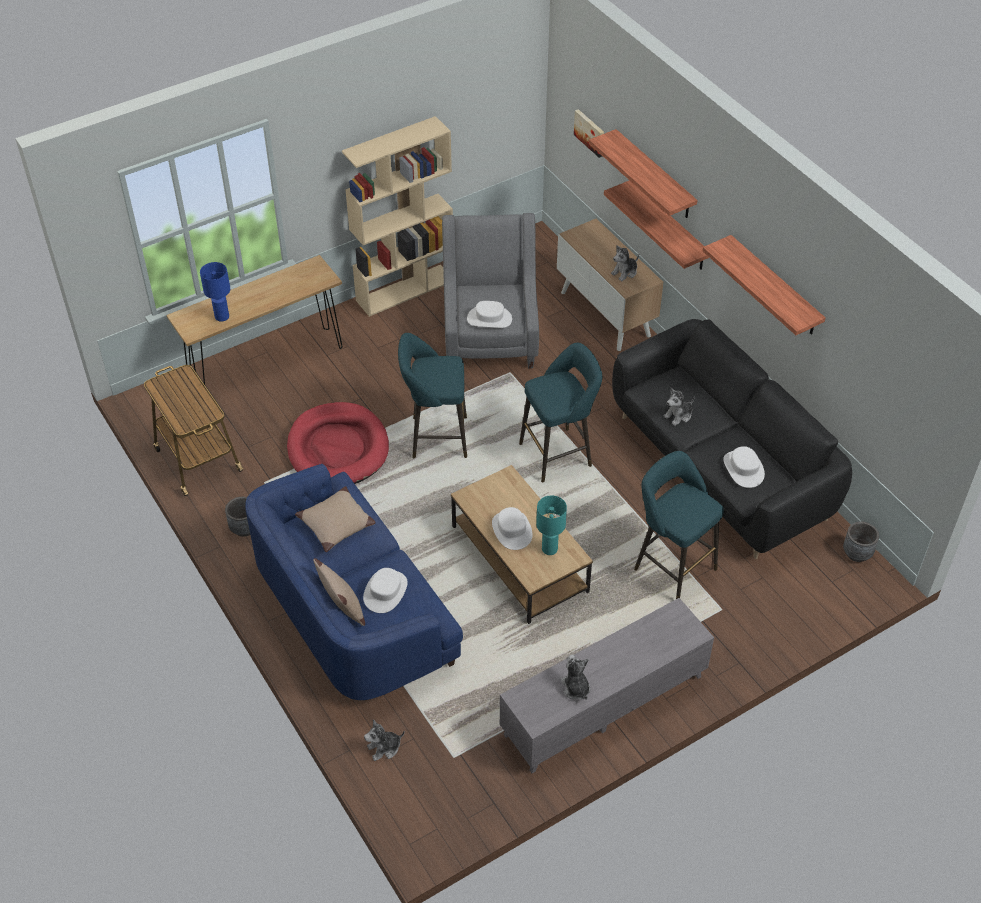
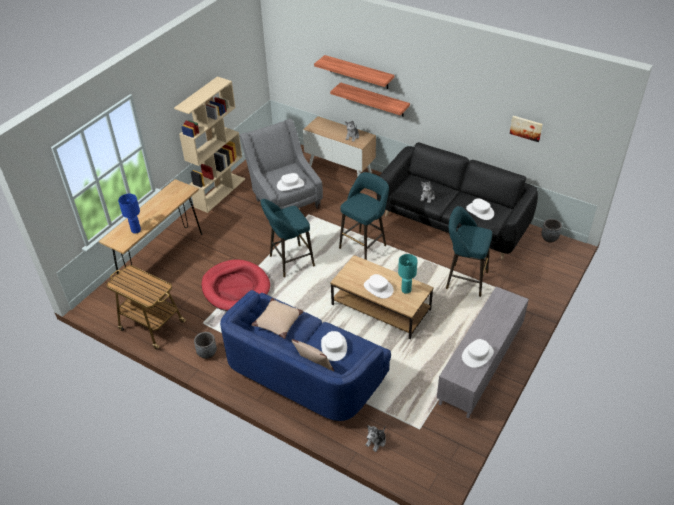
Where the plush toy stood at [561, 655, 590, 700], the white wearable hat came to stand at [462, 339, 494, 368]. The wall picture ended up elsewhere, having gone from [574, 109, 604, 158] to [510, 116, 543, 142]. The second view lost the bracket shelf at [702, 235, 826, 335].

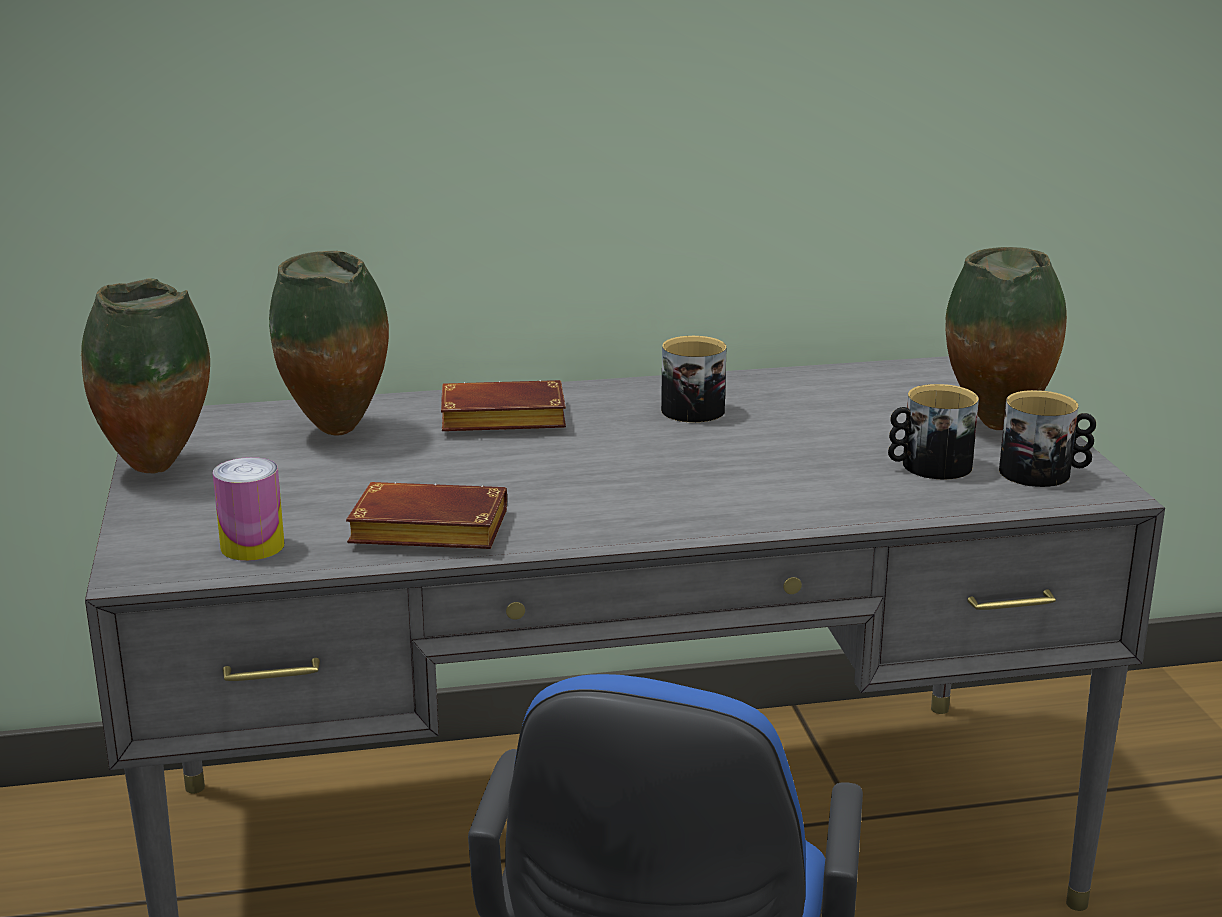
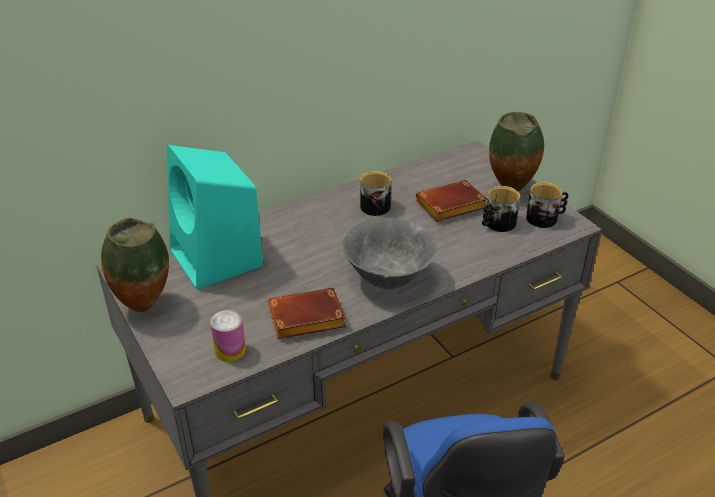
Where the flower vase stood at [269, 251, 389, 436], the turquoise-coloured speaker came to stand at [167, 145, 263, 290]. The brownish book ended up elsewhere, having gone from [441, 380, 566, 431] to [416, 180, 487, 222]. The second view gained the gray serving bowl at [341, 218, 437, 289].

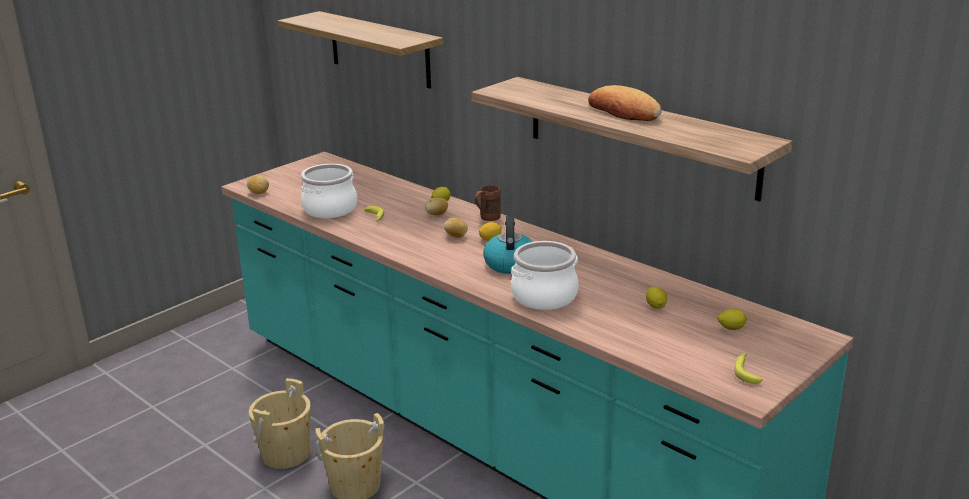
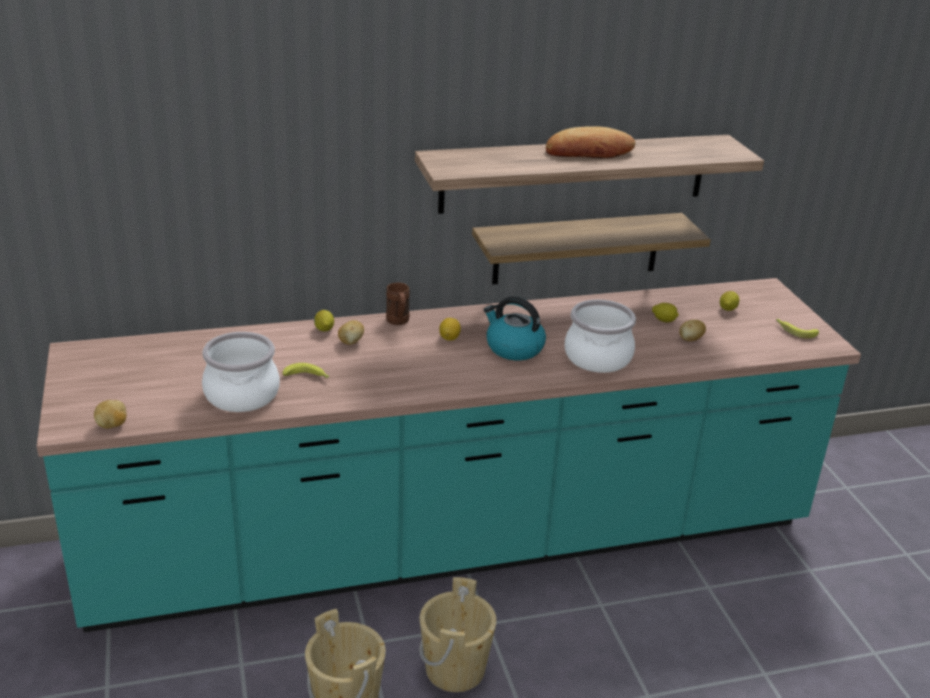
The bracket shelf ended up elsewhere, having gone from [277, 11, 443, 89] to [472, 213, 711, 284]. The whole potato ended up elsewhere, having gone from [444, 218, 468, 238] to [679, 320, 706, 341].

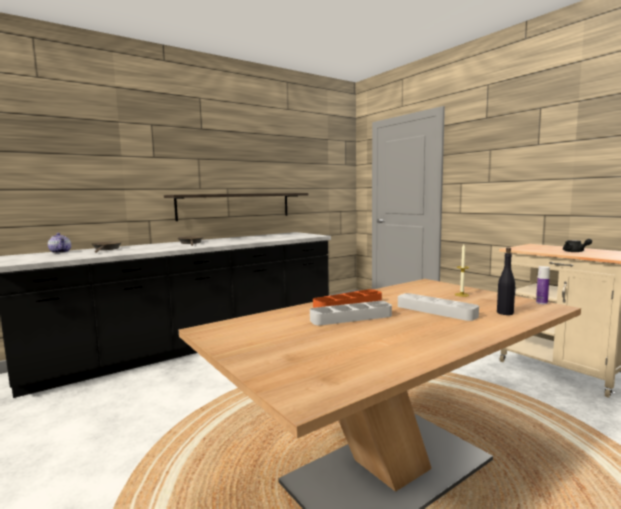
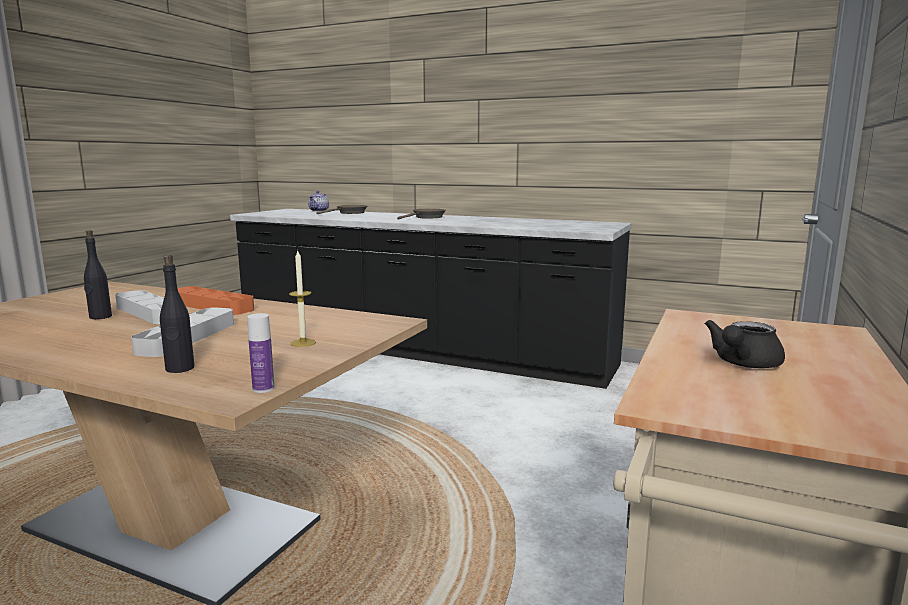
The second view lost the bracket shelf at [164, 193, 308, 221]. The second view gained the blackish drink bottle at [84, 230, 112, 319].

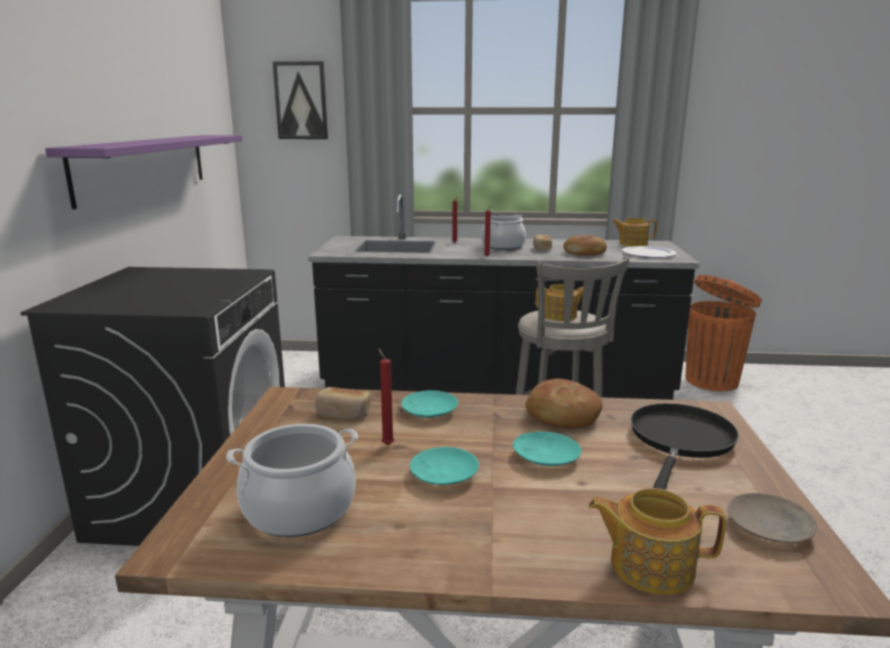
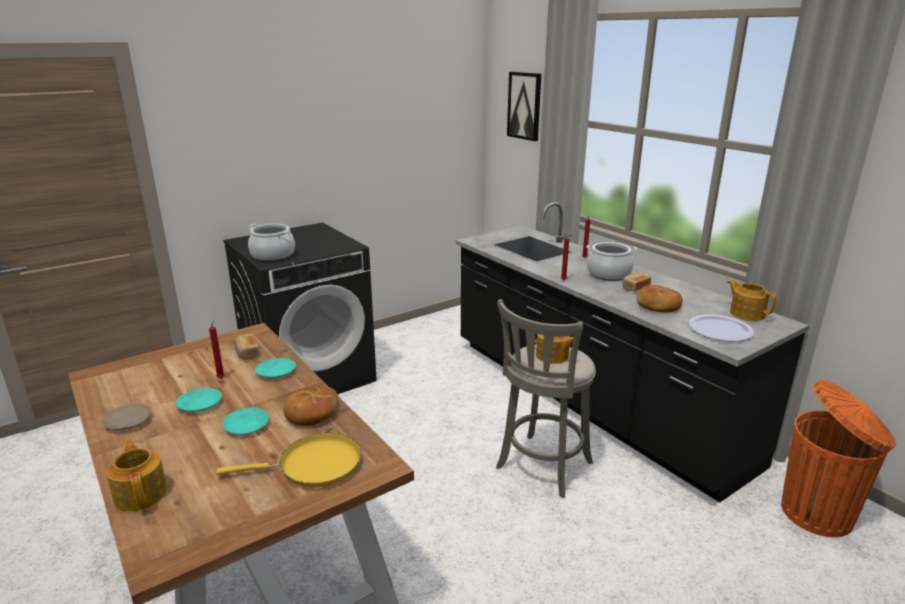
The second view lost the purplish bracket shelf at [45, 135, 242, 209]. The cooking pot ended up elsewhere, having gone from [226, 424, 358, 537] to [248, 224, 295, 261]. What was the blackish frying pan at [631, 403, 739, 490] turned into the yellowish frying pan at [216, 433, 361, 488]. The beige flat dish ended up elsewhere, having gone from [727, 493, 817, 543] to [102, 404, 151, 430].

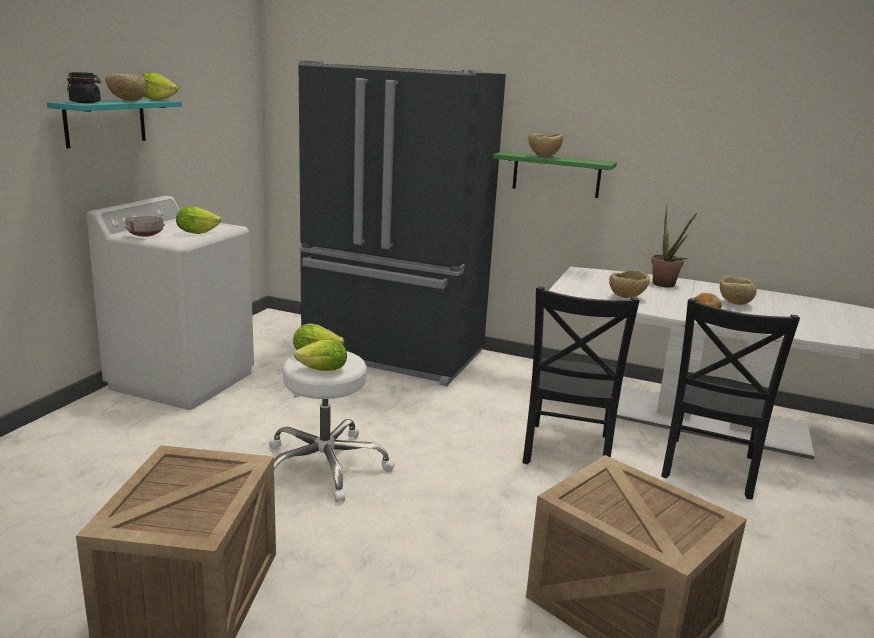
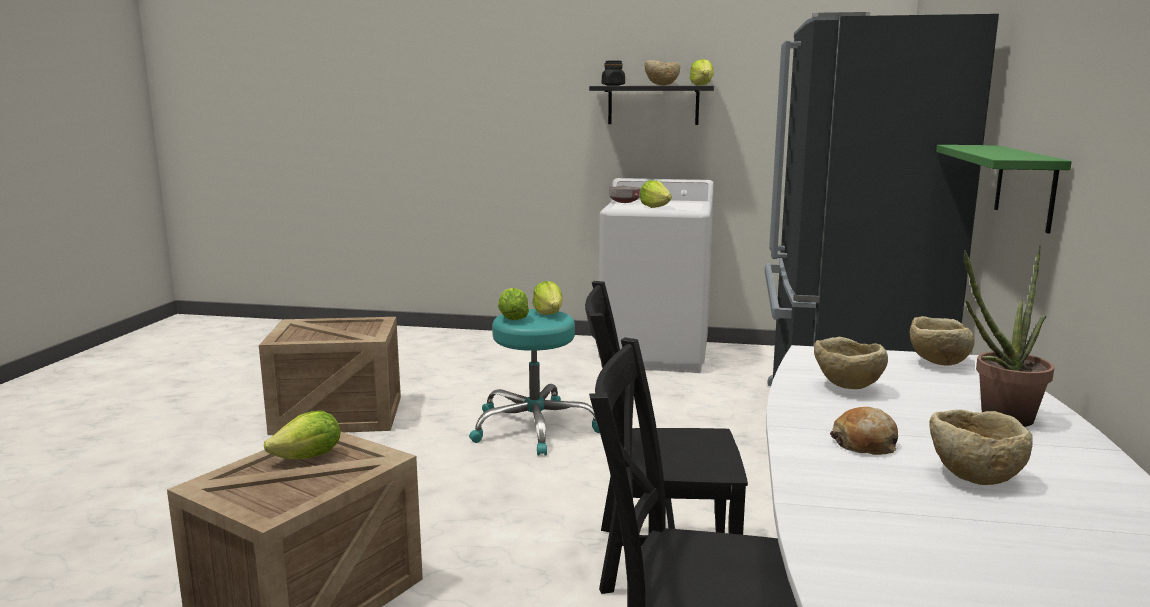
What was the turquoise-coloured bracket shelf at [47, 99, 182, 148] turned into the blackish bracket shelf at [589, 86, 714, 125]. What was the white sitting stool at [269, 351, 395, 502] turned into the turquoise-coloured sitting stool at [469, 309, 600, 456]. The beige serving bowl ended up elsewhere, having gone from [528, 133, 563, 157] to [910, 316, 975, 366]. The second view gained the lettuce at [264, 411, 340, 459].

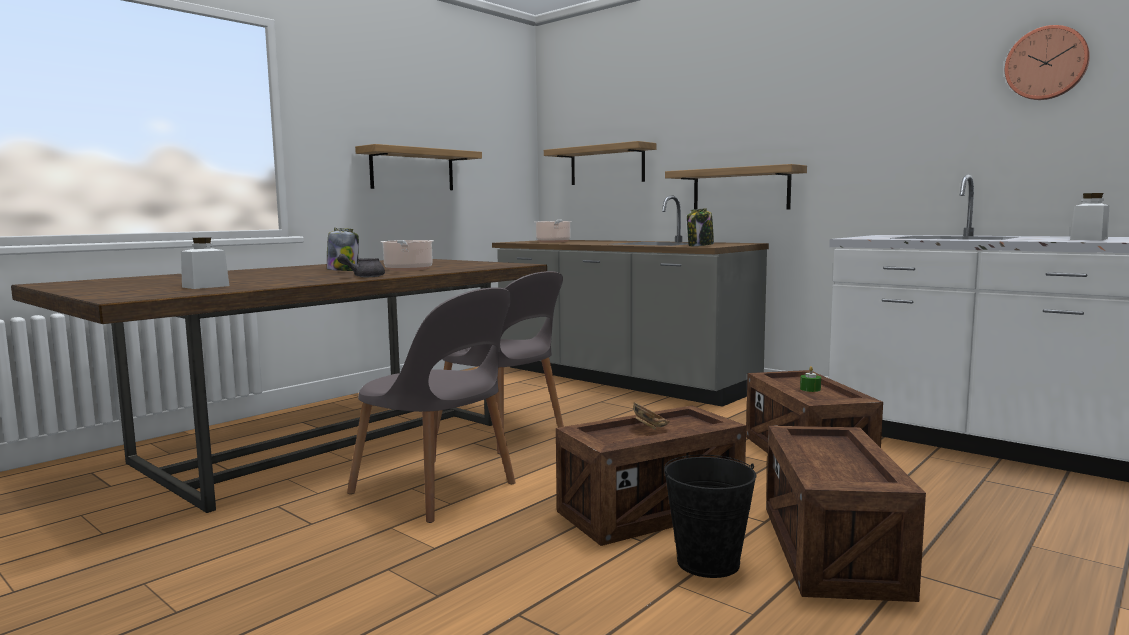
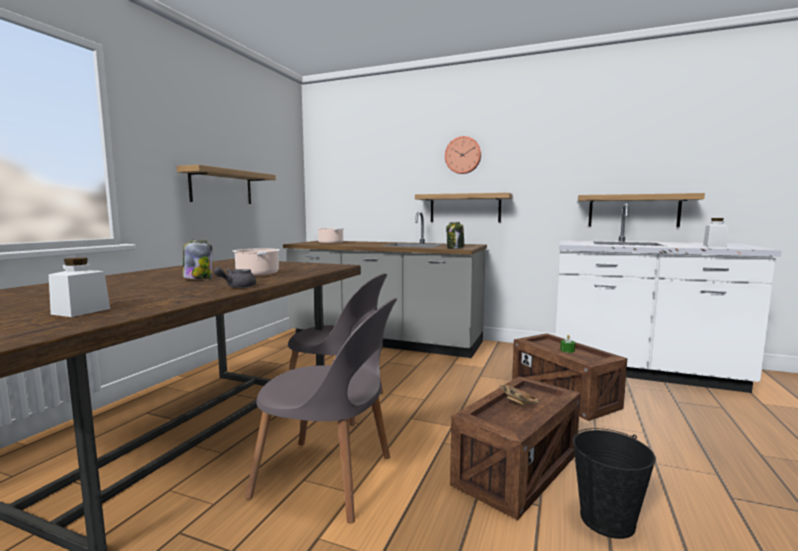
The bracket shelf ended up elsewhere, having gone from [544, 141, 656, 185] to [578, 193, 705, 227]. The second view lost the packing crate at [766, 426, 926, 602]. The wall clock ended up elsewhere, having gone from [1005, 25, 1090, 100] to [445, 136, 481, 174].

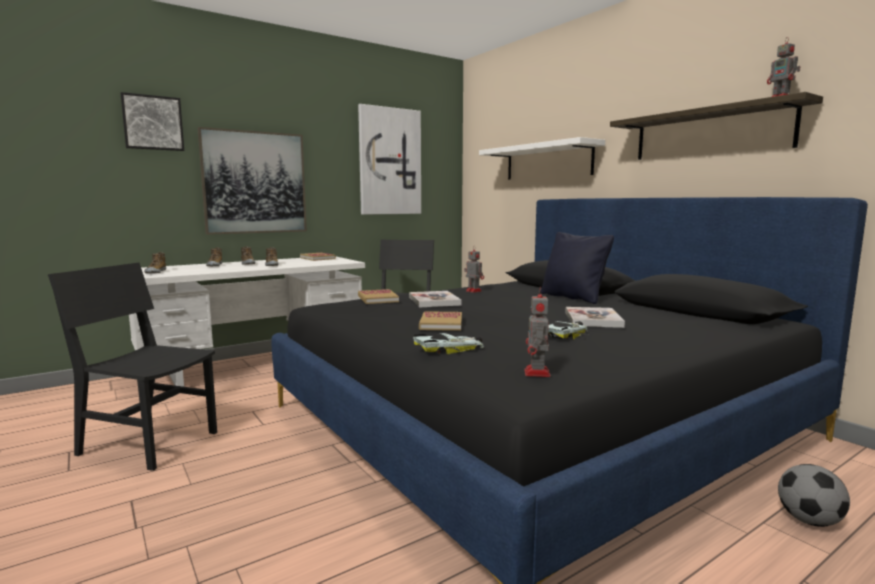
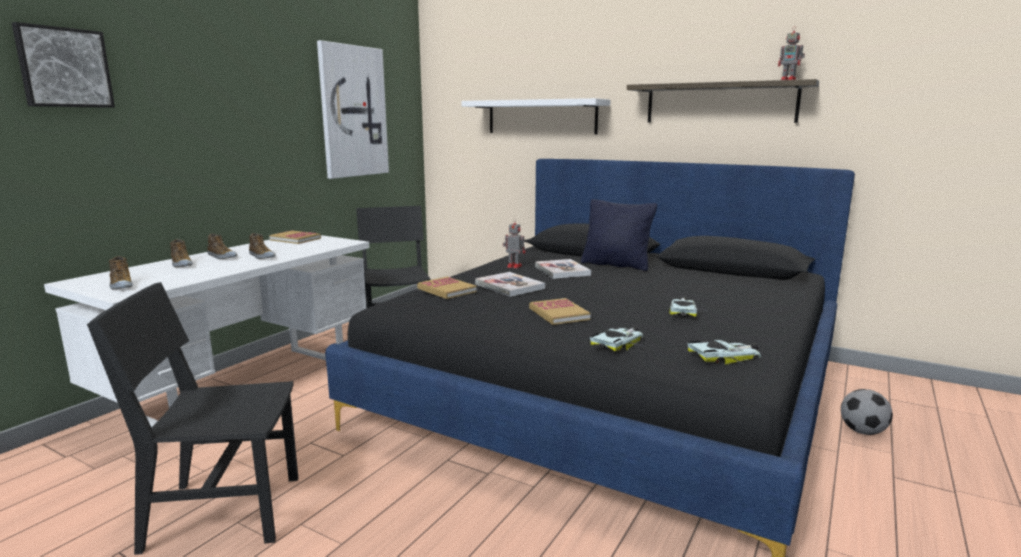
The second view lost the wall picture at [198, 127, 307, 235]. Where the toy robot stood at [524, 287, 551, 377], the model car came to stand at [687, 340, 761, 365]. The book ended up elsewhere, having gone from [565, 307, 625, 328] to [535, 259, 591, 279].

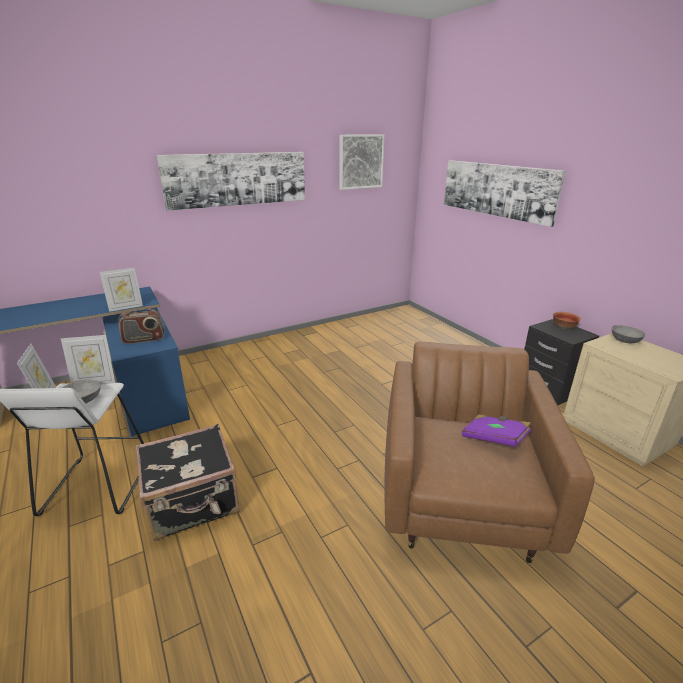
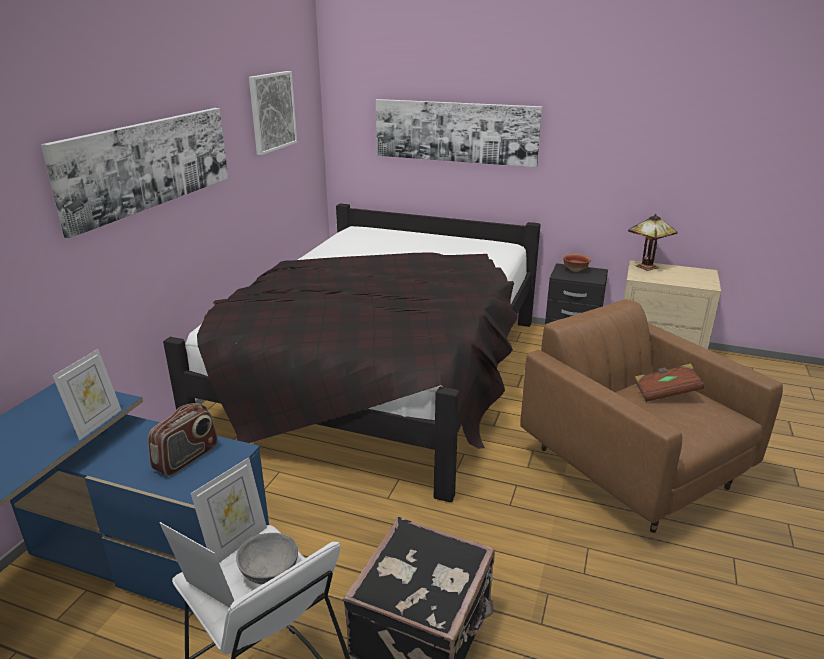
What was the purplish book at [462, 414, 531, 447] turned into the brownish book at [635, 363, 704, 402]. Where the gray serving bowl stood at [612, 325, 645, 343], the table lamp came to stand at [628, 214, 678, 271]. The second view gained the blackish sleeping bed at [163, 203, 541, 503].

